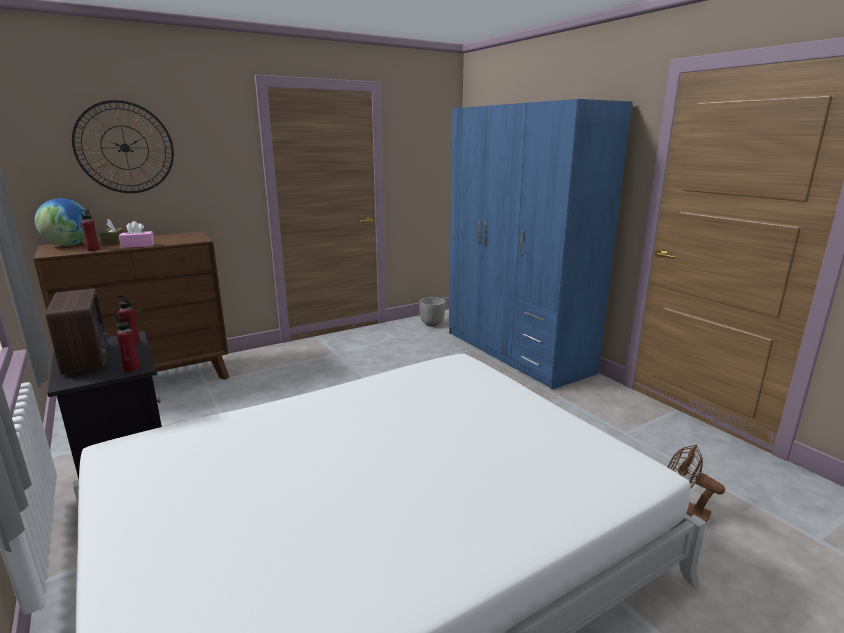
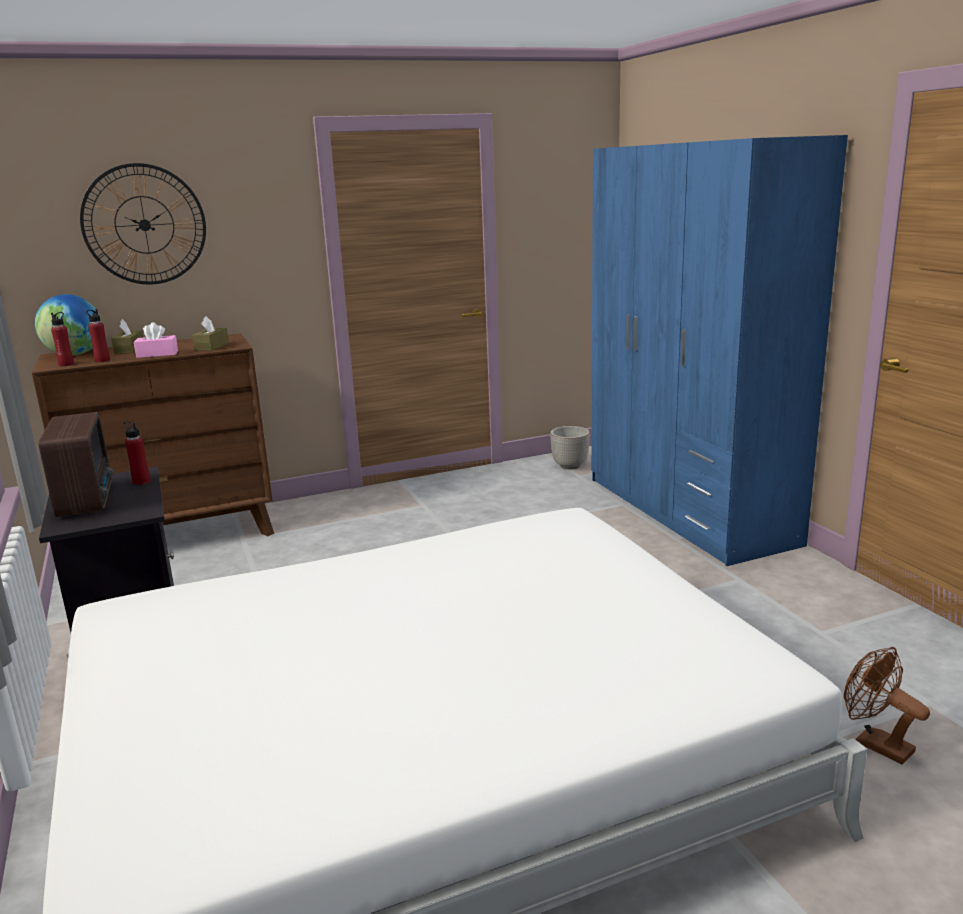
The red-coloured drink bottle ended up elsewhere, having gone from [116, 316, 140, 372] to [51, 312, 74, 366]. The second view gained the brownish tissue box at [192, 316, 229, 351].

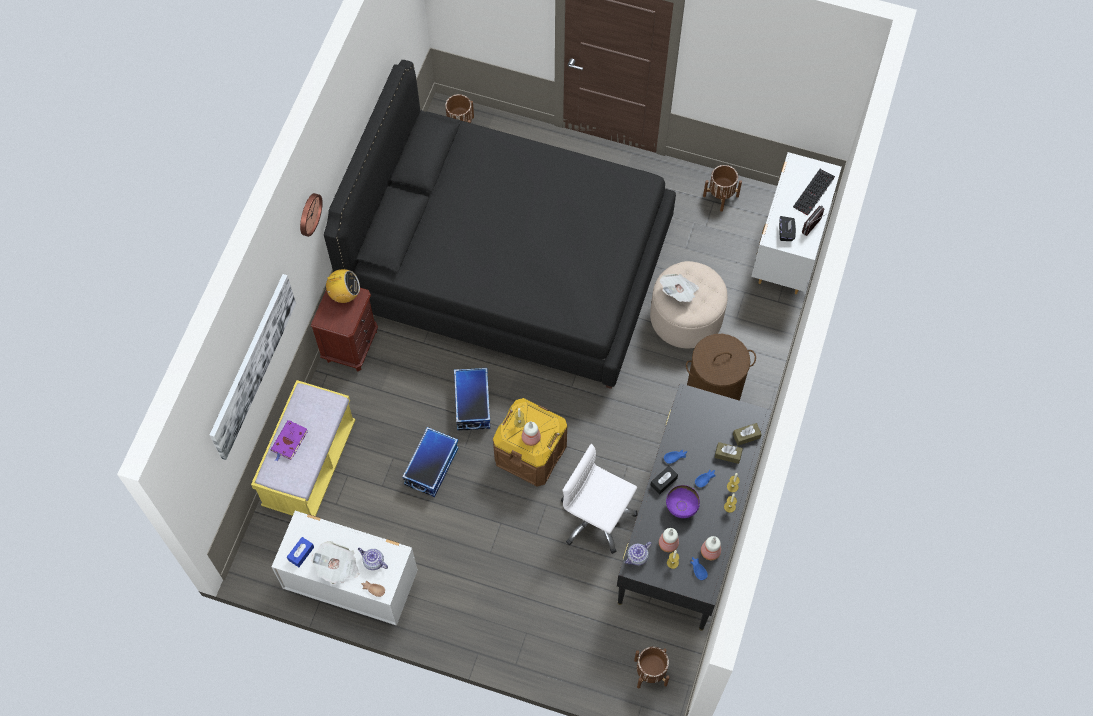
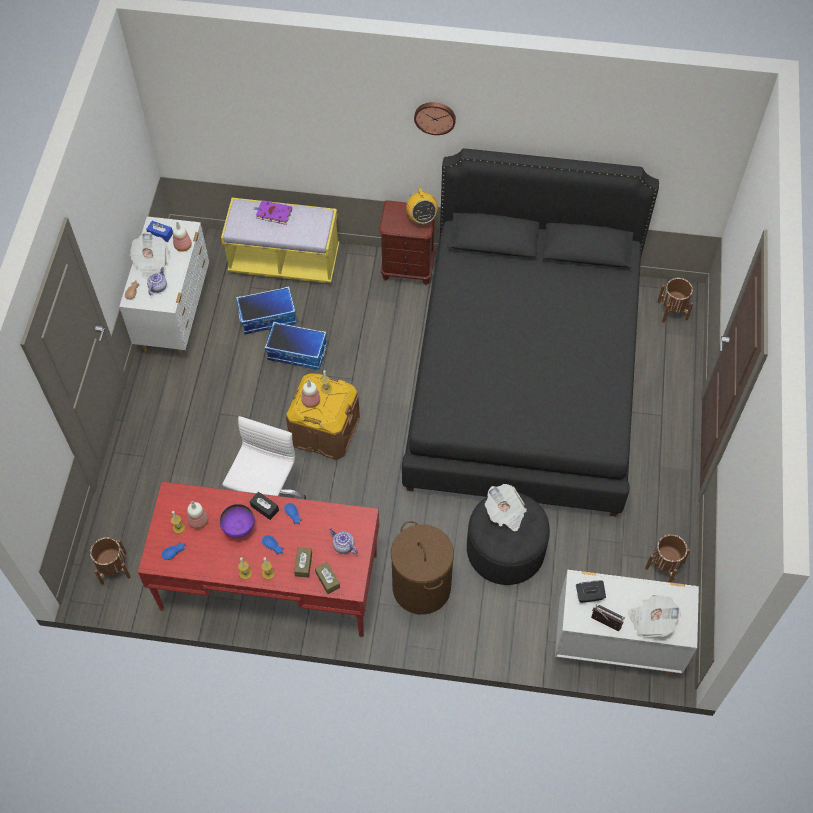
The second view lost the wall picture at [210, 274, 296, 460]. The storage bin ended up elsewhere, having gone from [454, 368, 490, 431] to [236, 286, 297, 334]. What was the blackish desk unit at [617, 383, 771, 631] turned into the red-coloured desk unit at [138, 482, 379, 637]. The pot for tea ended up elsewhere, having gone from [625, 542, 652, 565] to [329, 528, 358, 554]. What was the beige footrest at [650, 261, 728, 348] turned into the blackish footrest at [467, 493, 550, 585]. The drink bottle ended up elsewhere, having gone from [701, 536, 721, 560] to [173, 222, 192, 252]. Where the PC keyboard stood at [793, 169, 835, 215], the printed paper came to stand at [628, 595, 681, 637].

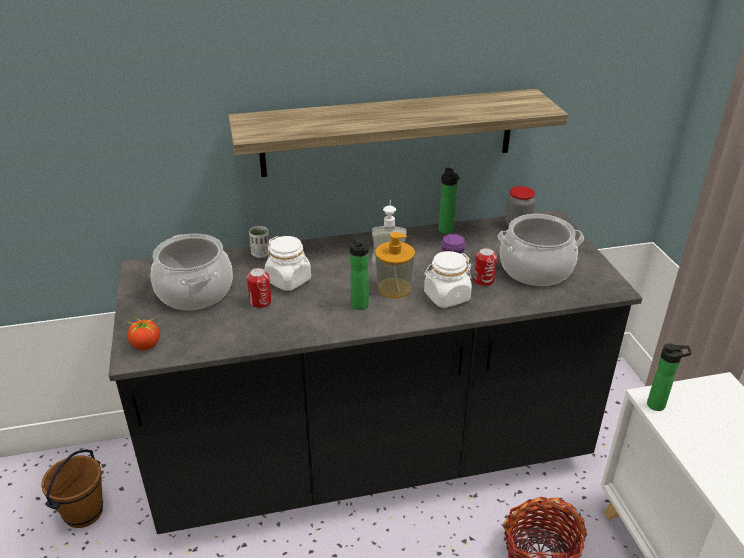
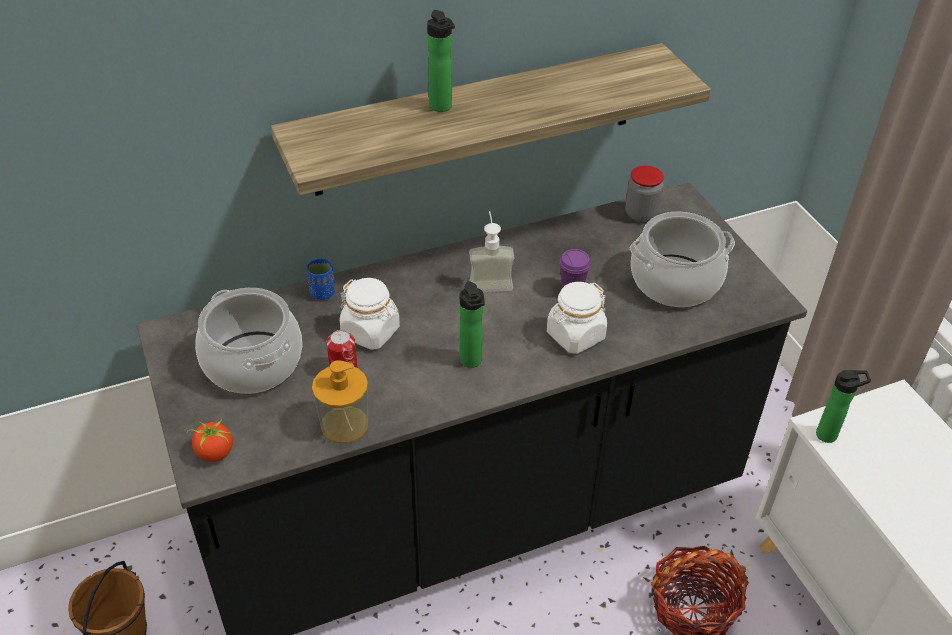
What was the white drinking cup at [249, 226, 269, 258] turned into the blue drinking cup at [307, 258, 335, 300]. The soap dispenser ended up elsewhere, having gone from [375, 232, 415, 298] to [312, 360, 368, 443]. The drink bottle ended up elsewhere, having gone from [439, 167, 459, 234] to [427, 10, 455, 112]. The second view lost the metal can at [474, 248, 497, 286].

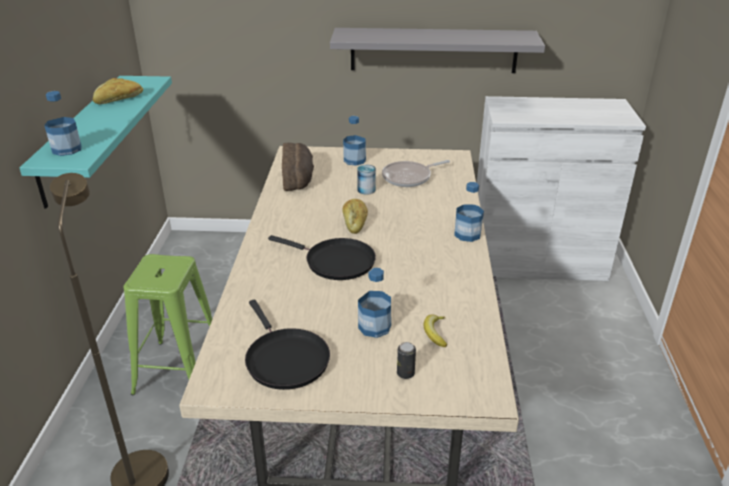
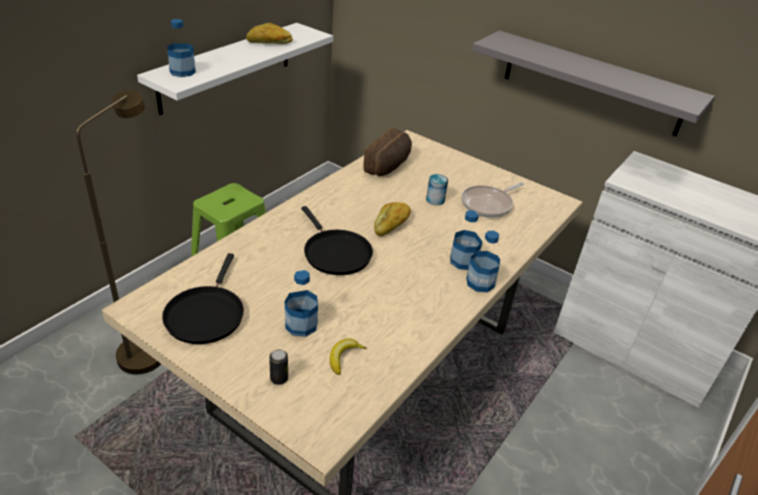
What was the turquoise-coloured bracket shelf at [19, 76, 172, 209] turned into the white bracket shelf at [137, 23, 333, 115]. The drink bottle ended up elsewhere, having gone from [343, 116, 366, 166] to [450, 210, 483, 270]. The frying pan at [382, 160, 450, 187] ended up facing another way, 45 degrees counterclockwise from before.

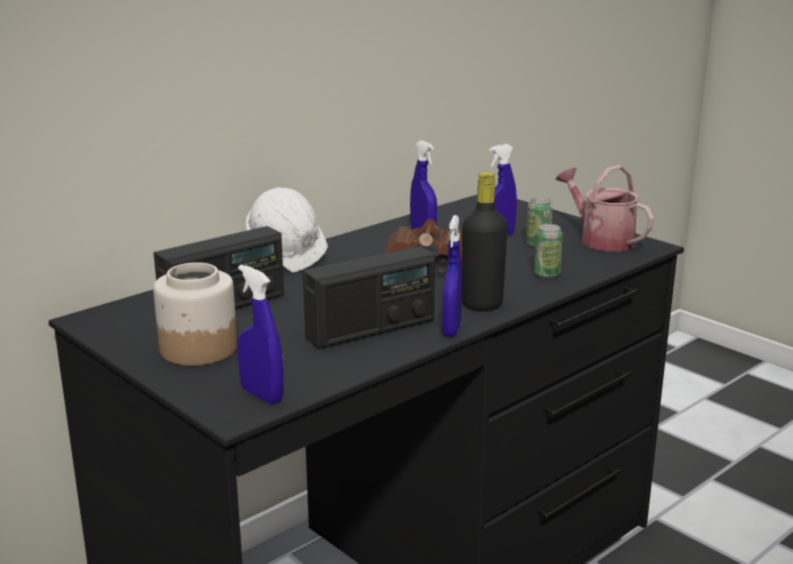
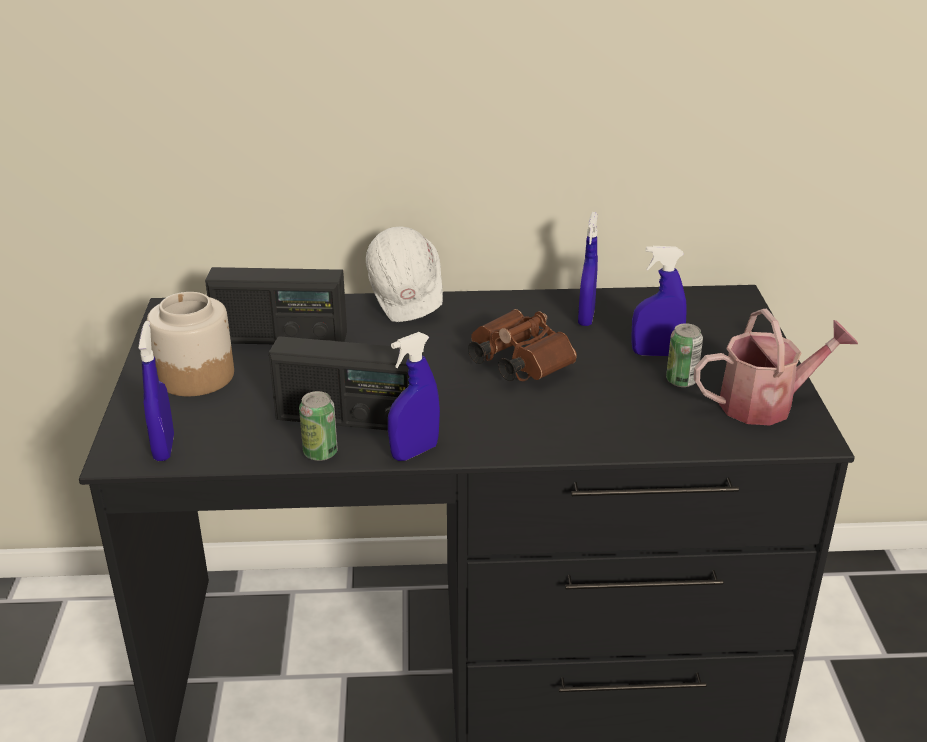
The second view lost the blackish drink bottle at [462, 172, 508, 311]. The metal can ended up elsewhere, having gone from [534, 224, 563, 278] to [299, 391, 338, 461]. The watering pot at [555, 165, 654, 251] ended up facing another way, 75 degrees clockwise from before.

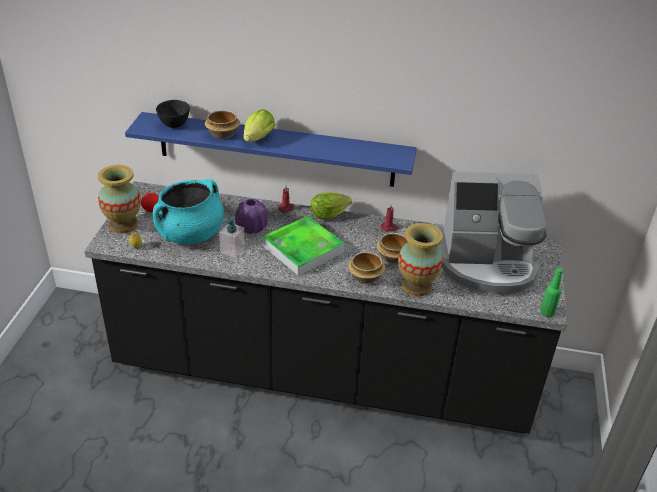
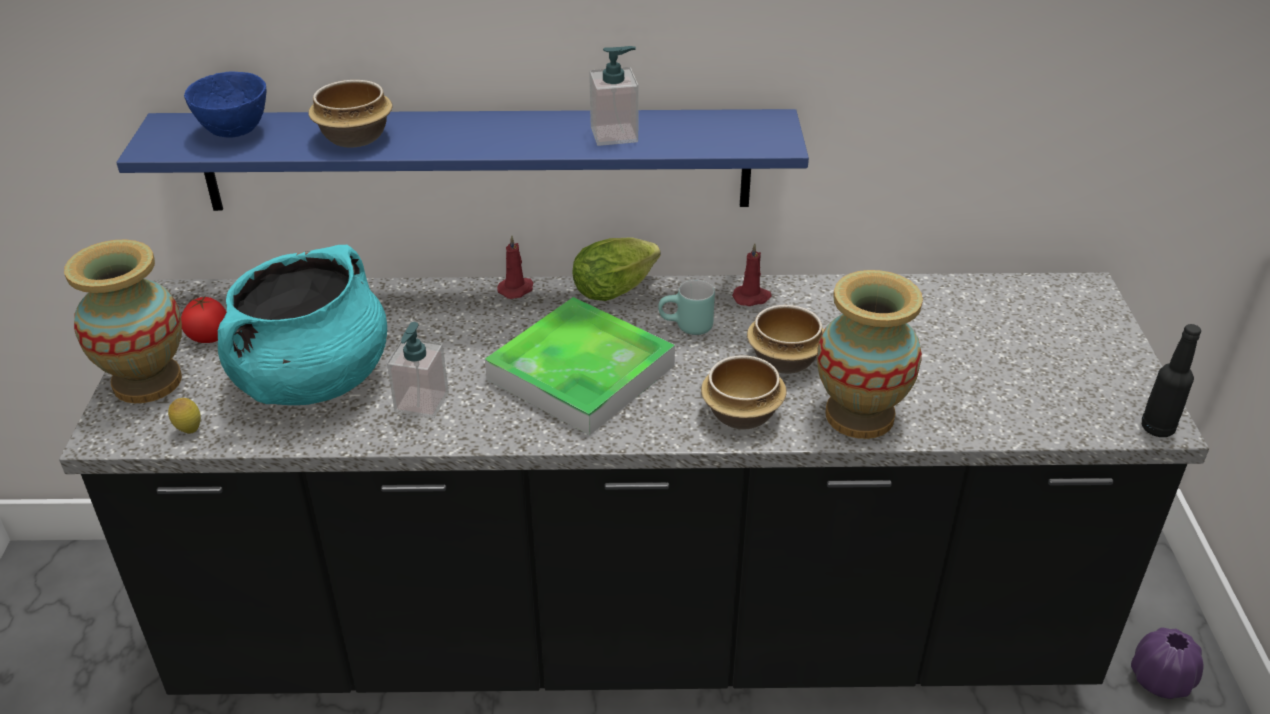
What was the blackish serving bowl at [156, 100, 190, 128] turned into the blue serving bowl at [184, 71, 267, 137]. The purplish flower vase ended up elsewhere, having gone from [235, 199, 268, 234] to [1131, 627, 1203, 699]. The second view lost the lettuce at [243, 109, 275, 142]. The second view lost the coffee maker at [437, 172, 547, 294]. What was the green drink bottle at [540, 268, 563, 317] turned into the blackish drink bottle at [1142, 324, 1201, 437]. The second view gained the soap dispenser at [589, 46, 638, 146]. The second view gained the turquoise-coloured tea mug at [658, 280, 715, 335].

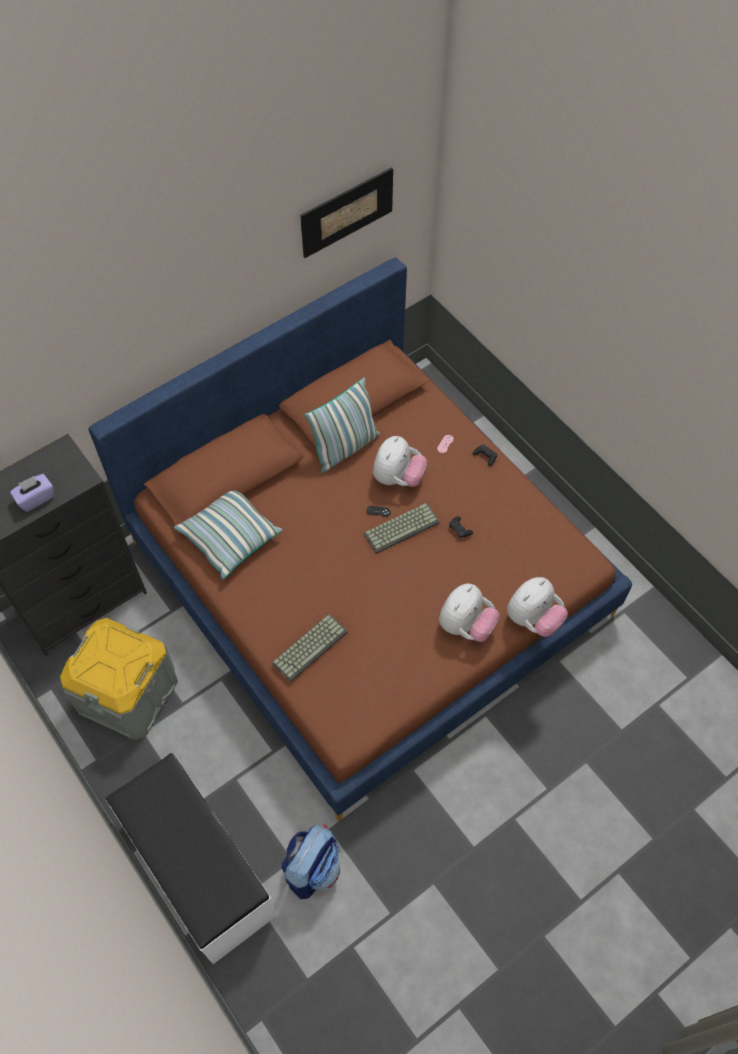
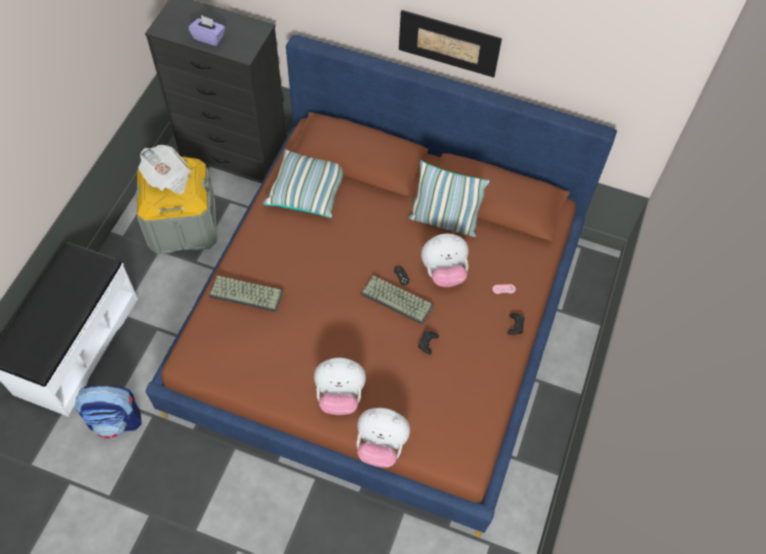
The wall picture ended up elsewhere, having gone from [300, 167, 393, 258] to [399, 10, 502, 78]. The second view gained the printed paper at [138, 145, 192, 194].

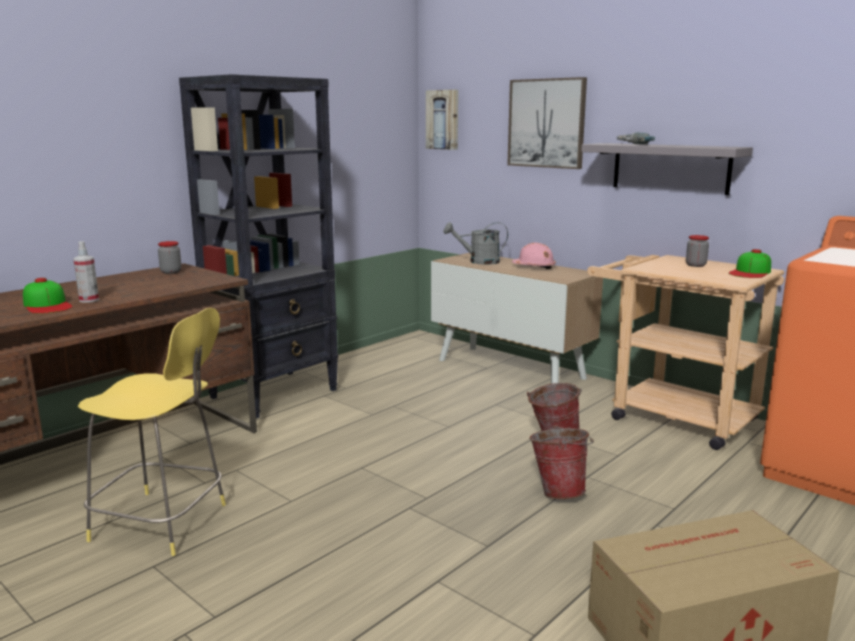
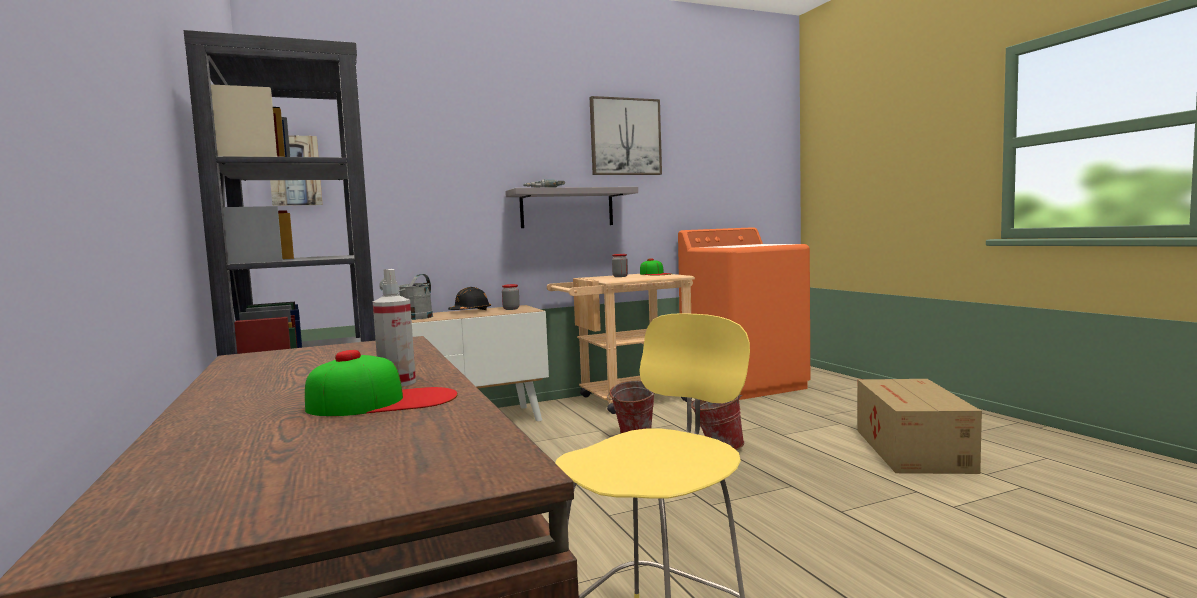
The preserve jar ended up elsewhere, having gone from [158, 241, 181, 274] to [502, 284, 520, 310]. The wall picture ended up elsewhere, having gone from [507, 77, 587, 169] to [590, 96, 662, 175]. What was the pink-coloured work helmet at [512, 243, 556, 269] turned into the blackish work helmet at [448, 287, 491, 310].

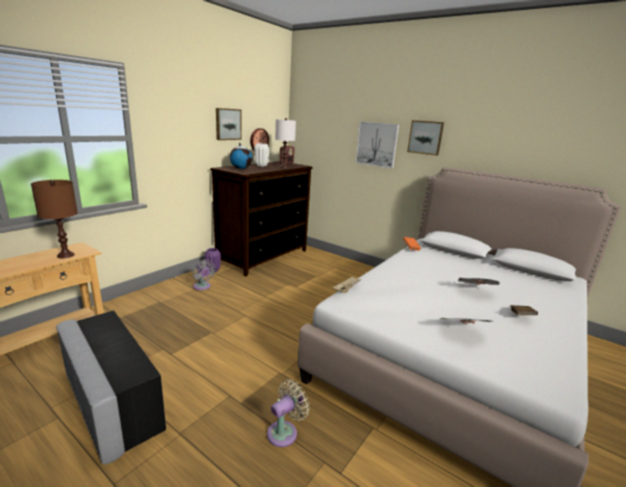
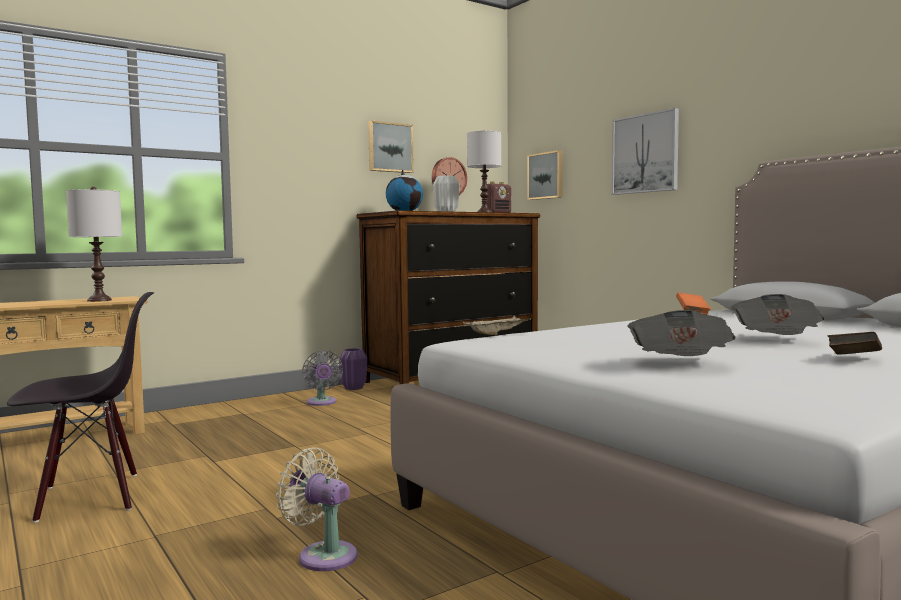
What was the brownish table lamp at [31, 180, 78, 258] turned into the white table lamp at [66, 187, 122, 302]. Where the gray footrest stood at [56, 310, 166, 465], the blackish upright chair came to stand at [7, 292, 154, 523]. The beige cooling fan at [267, 379, 310, 447] ended up facing another way, 120 degrees counterclockwise from before. The wall picture ended up elsewhere, having gone from [407, 120, 444, 156] to [527, 150, 563, 200].

